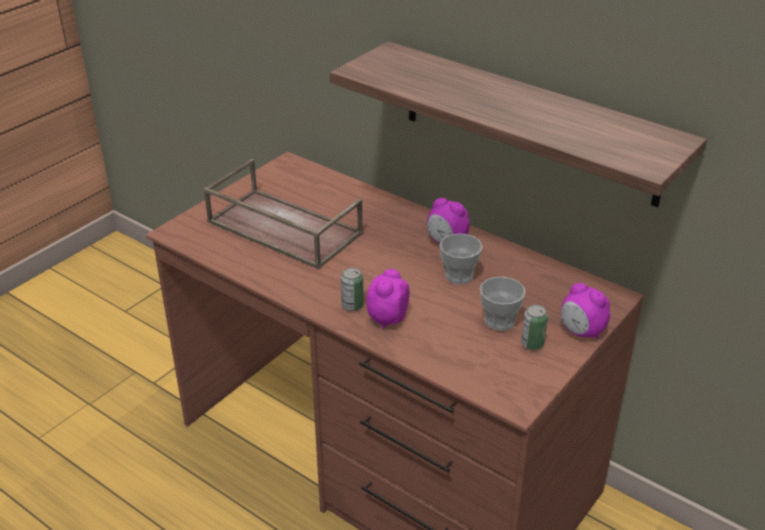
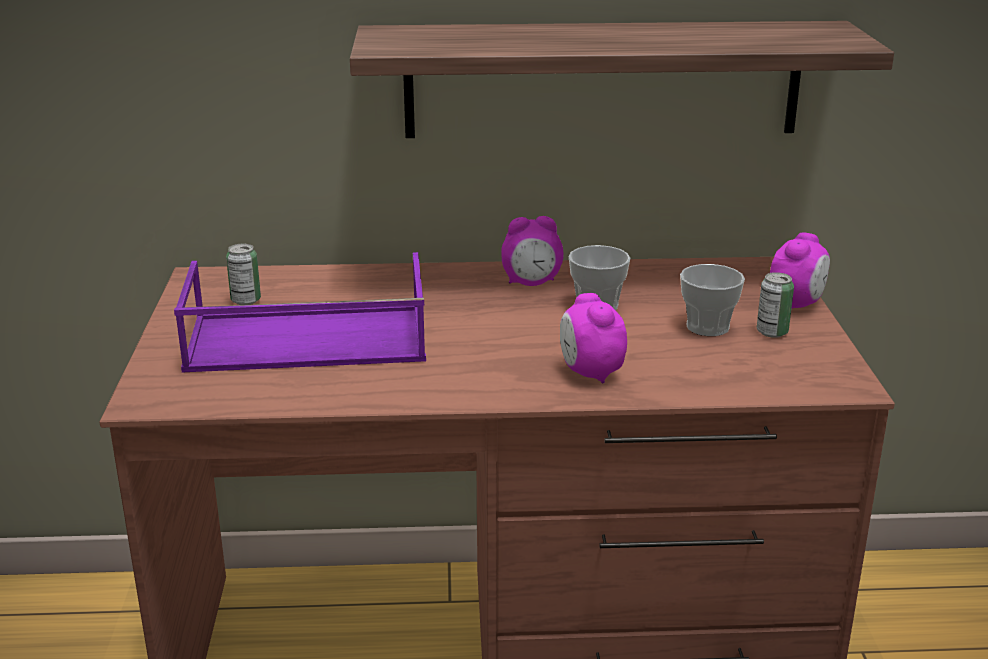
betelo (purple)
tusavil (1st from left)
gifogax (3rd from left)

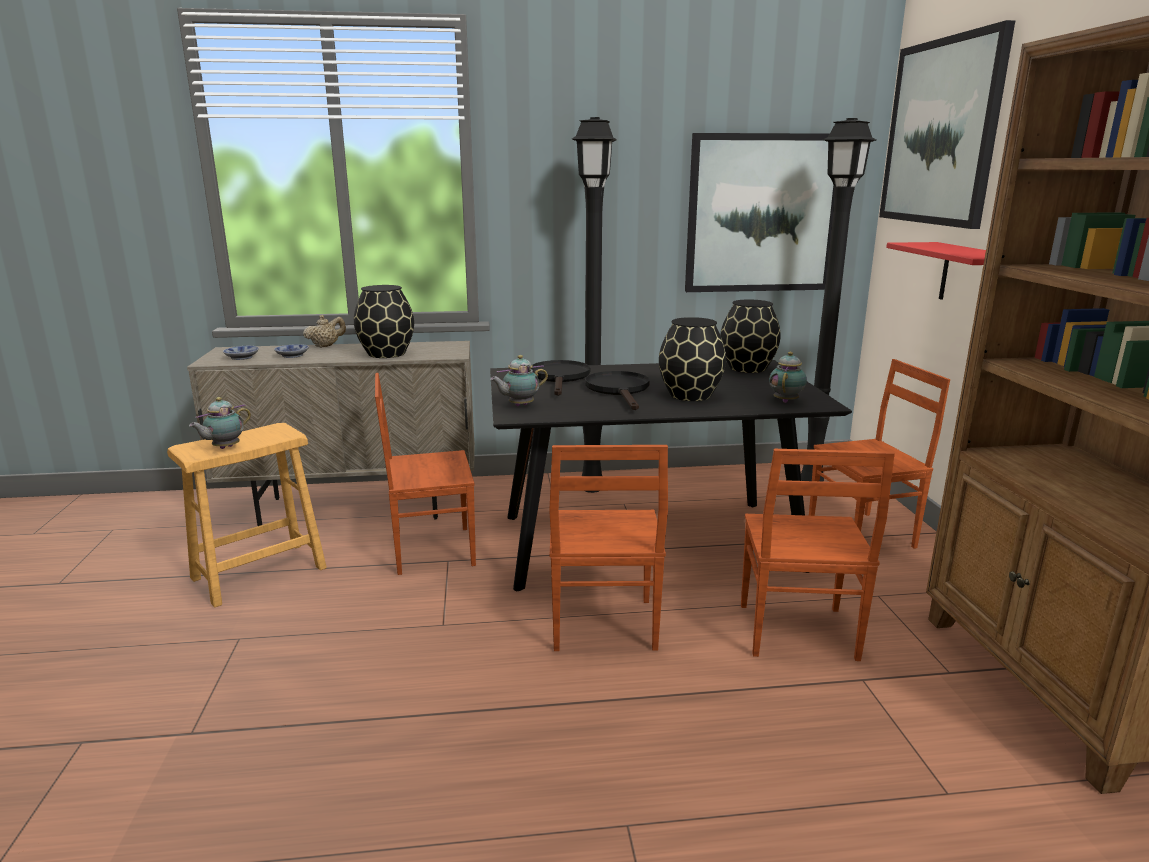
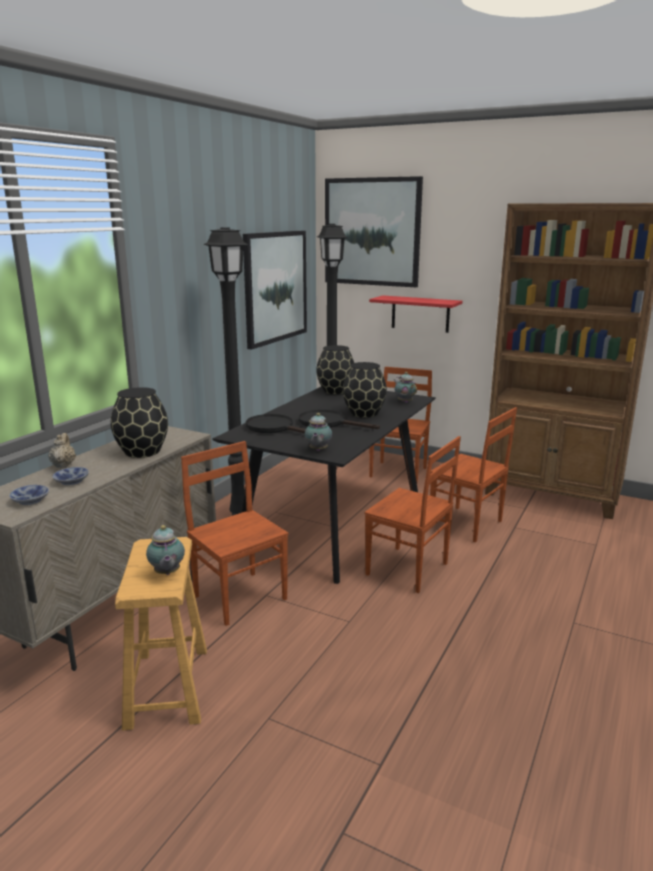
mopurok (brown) (1st from left)

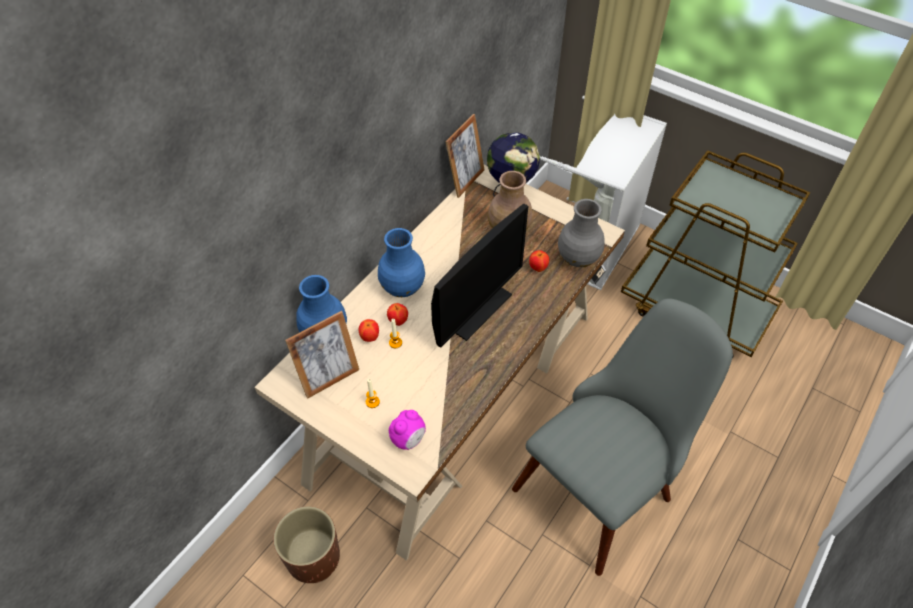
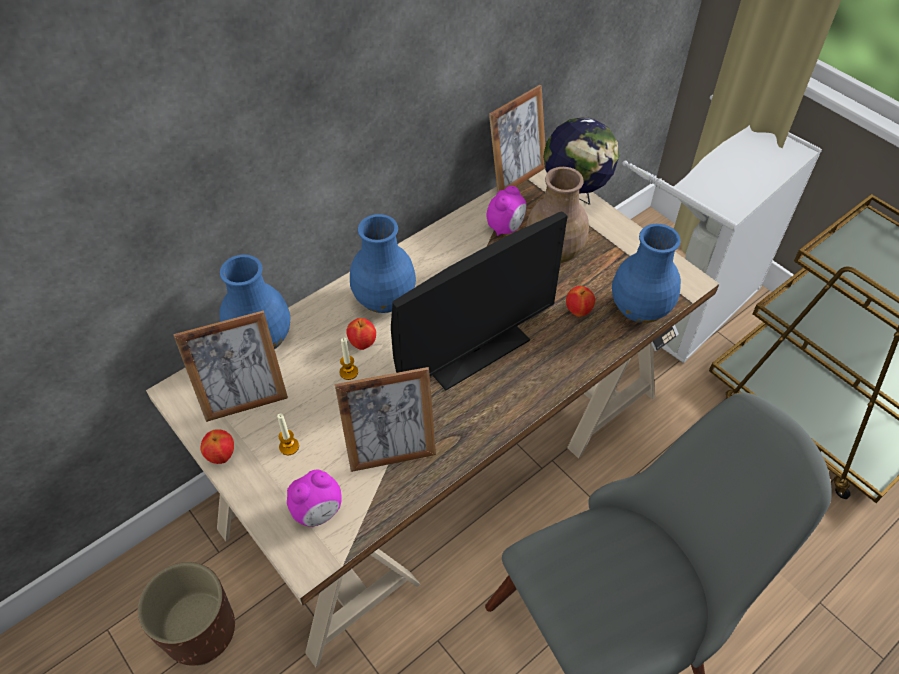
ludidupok (1st from left)
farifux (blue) (3rd from left)
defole (2nd from left)
gifogax (2nd from left)

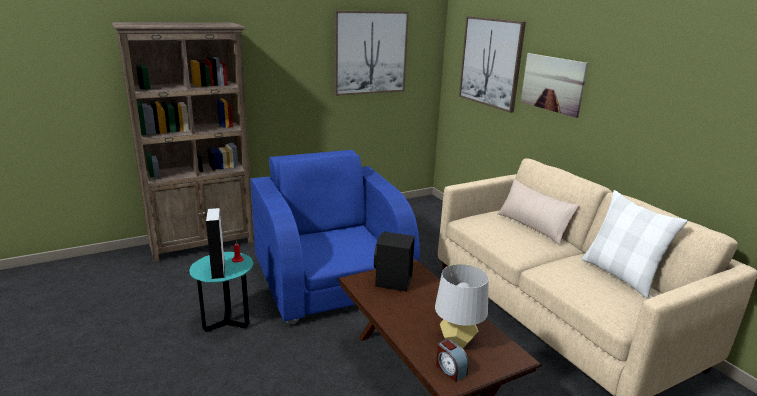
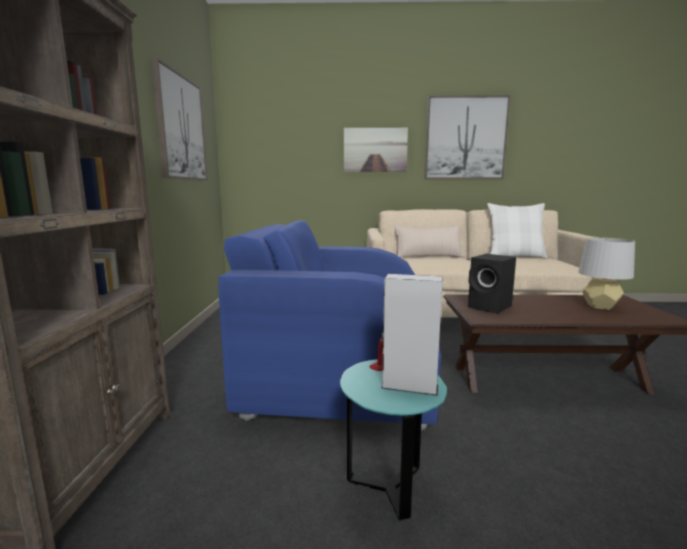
gifogax
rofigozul (3rd from left)

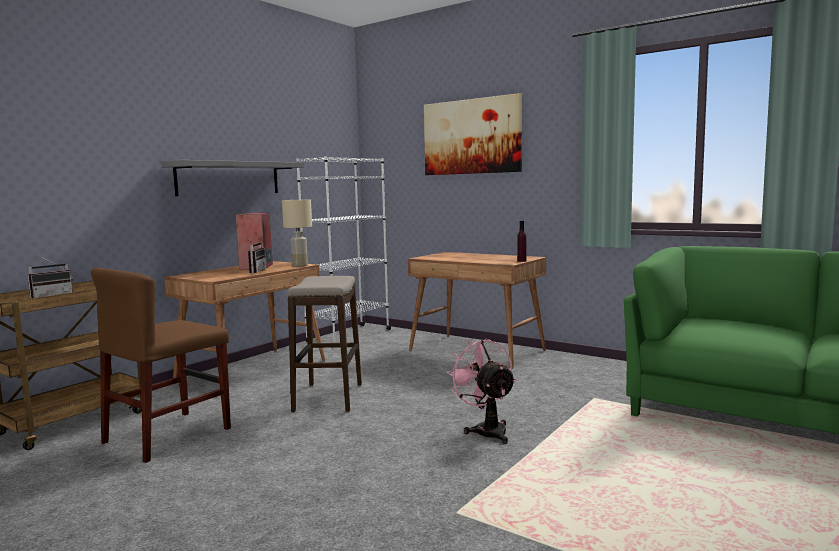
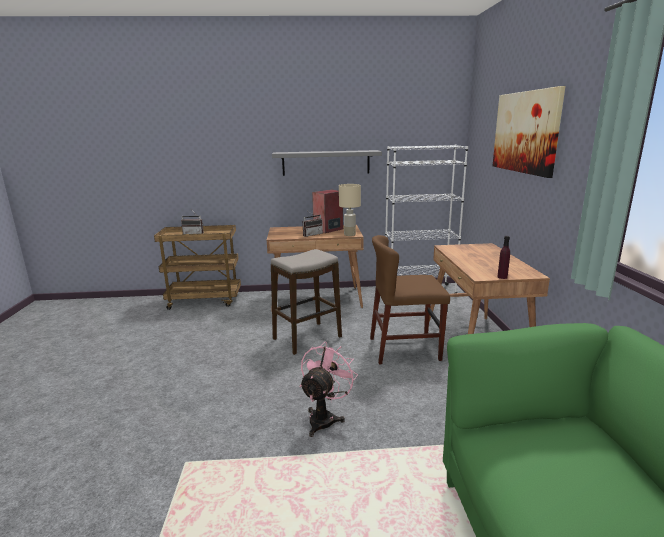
mopurok (brown)

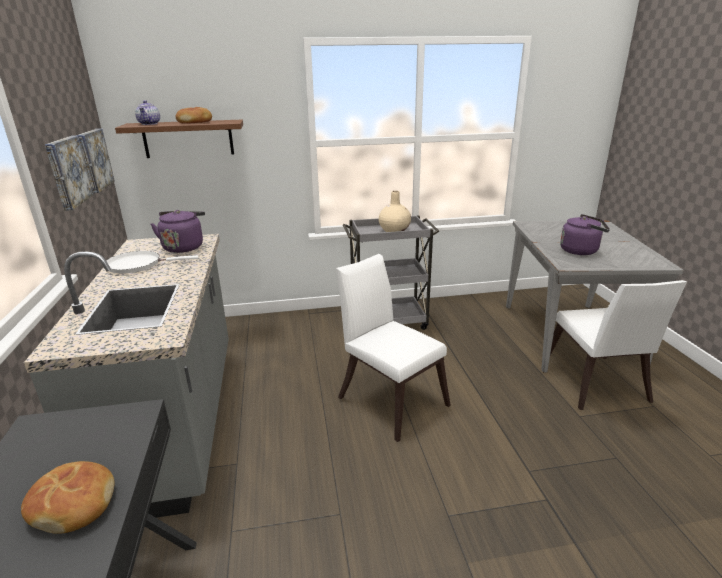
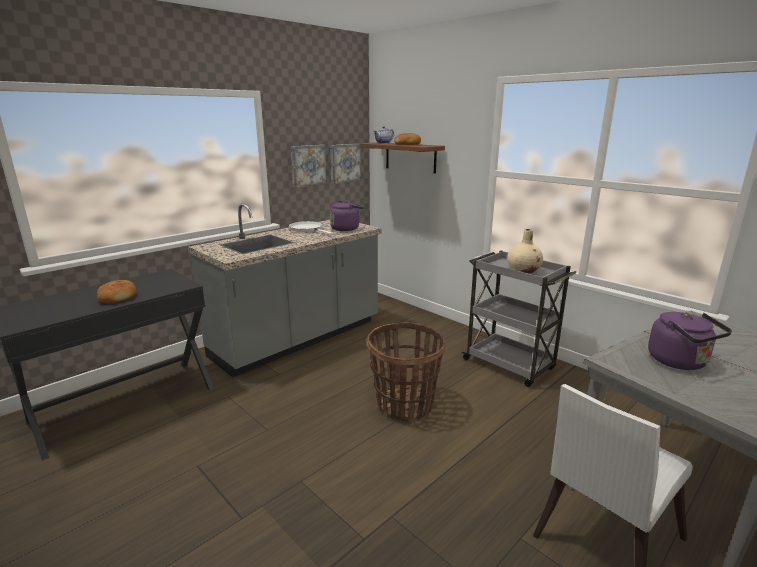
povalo

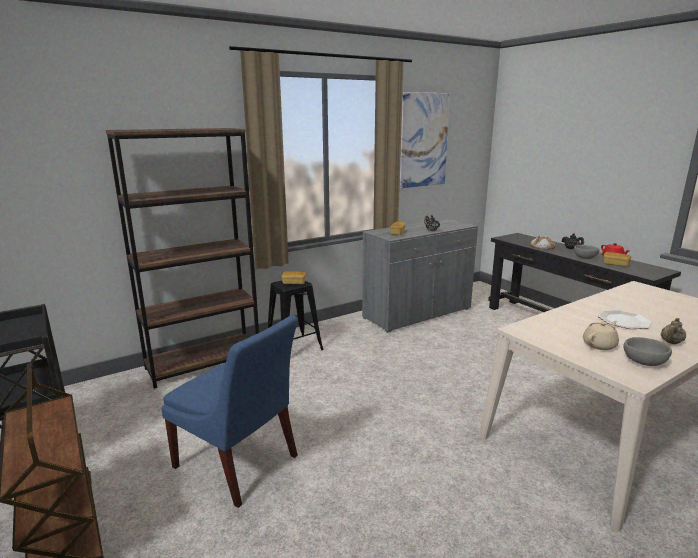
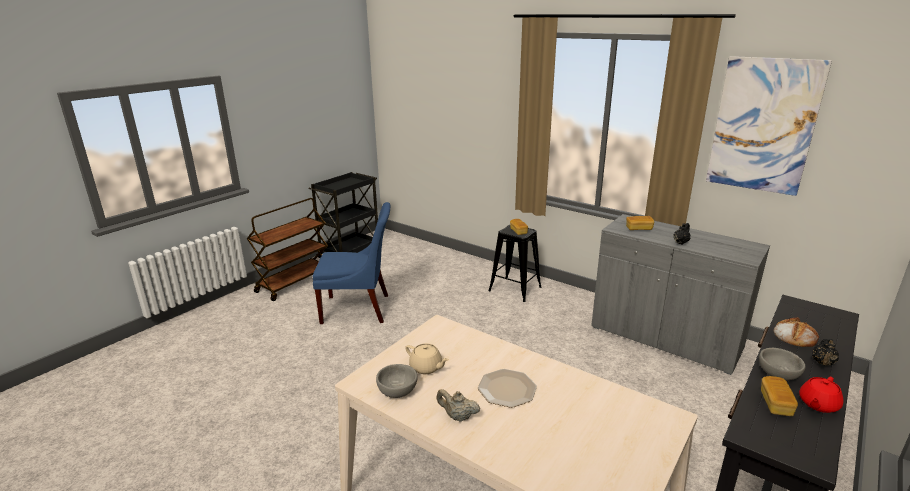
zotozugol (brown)
mopurok (blue)

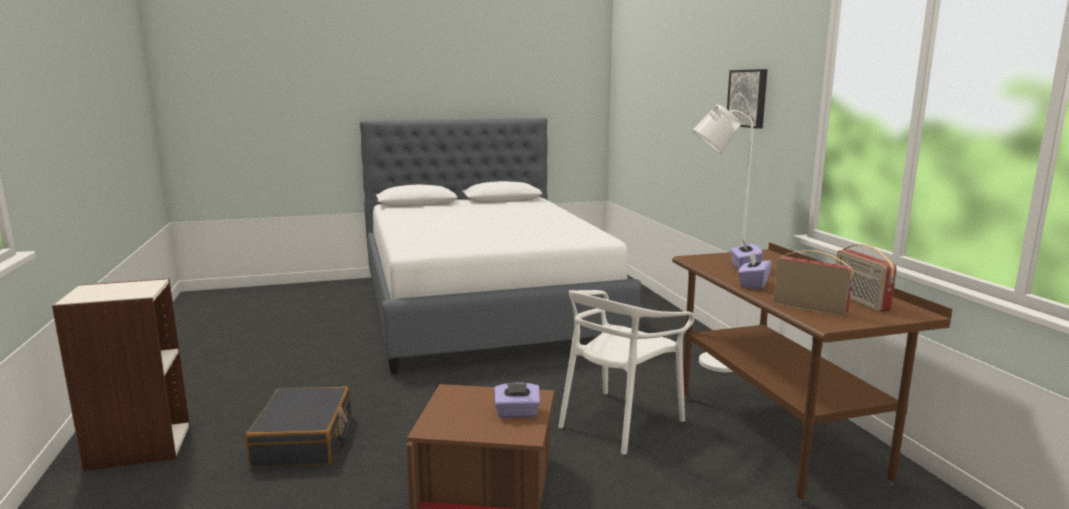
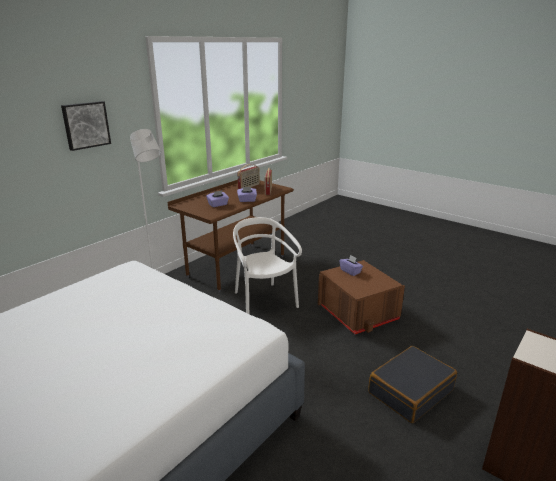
mopurok (white)

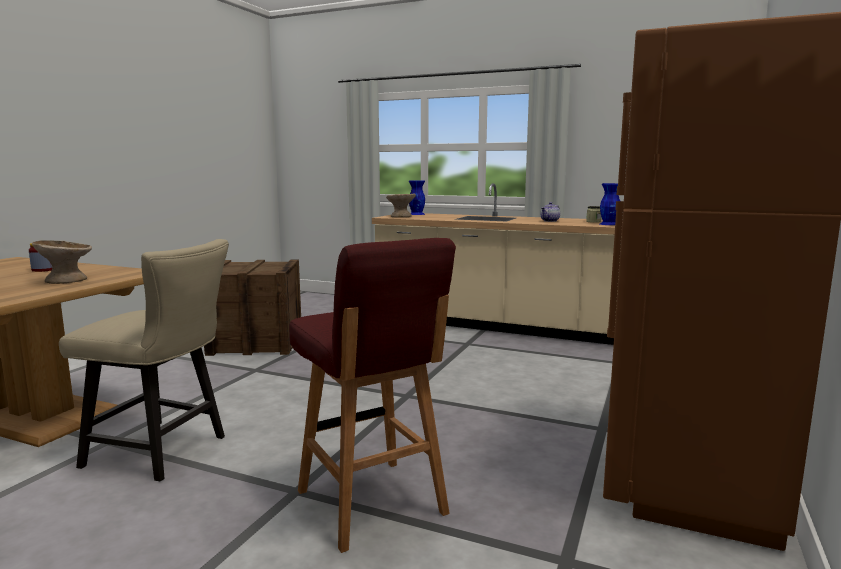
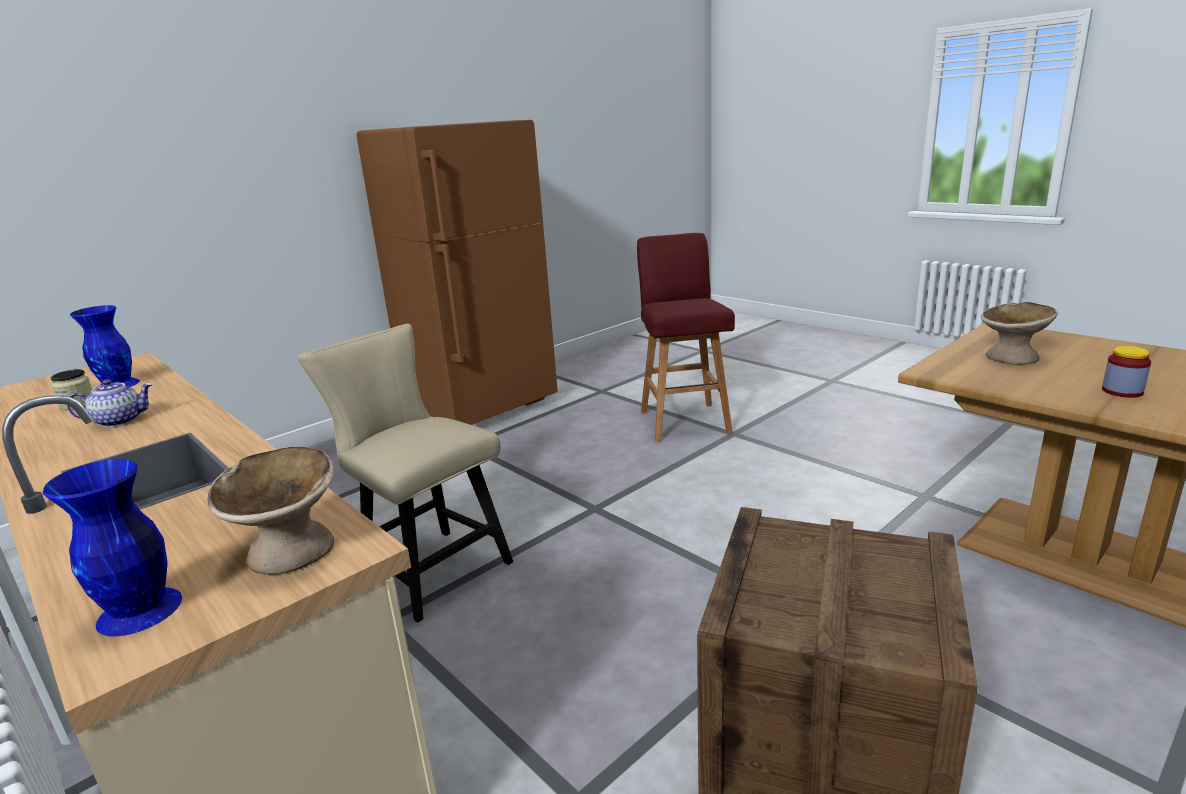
mopurok (beige)

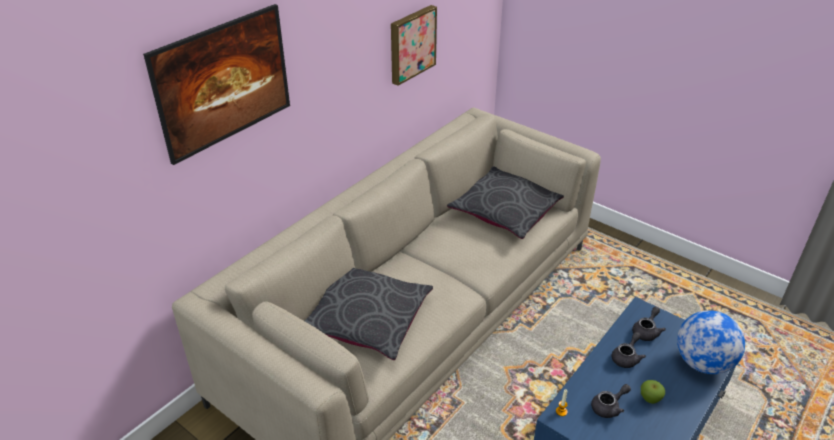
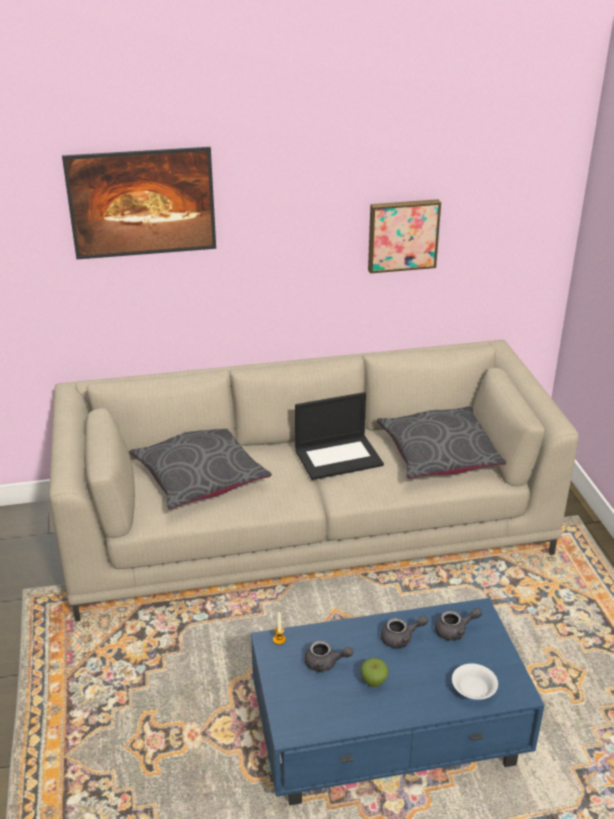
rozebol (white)
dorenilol

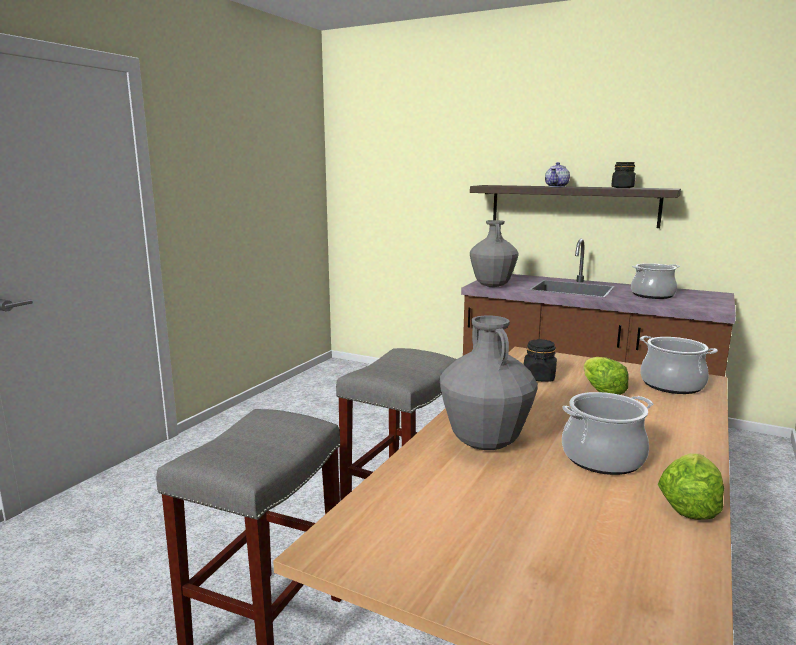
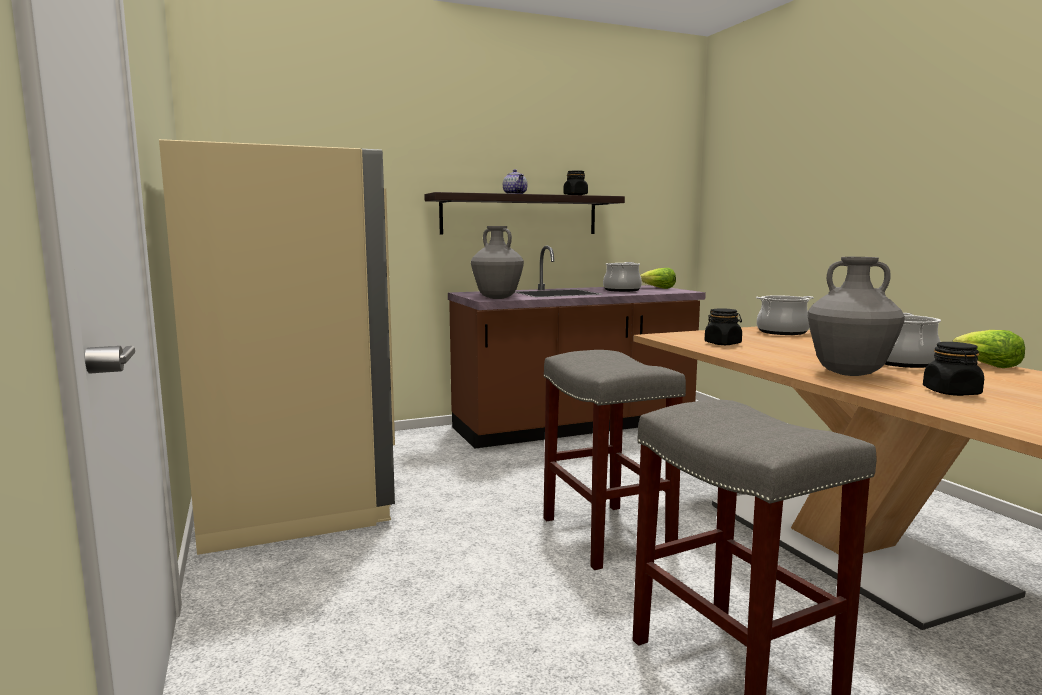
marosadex (1st from left)
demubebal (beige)
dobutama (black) (3rd from left)

